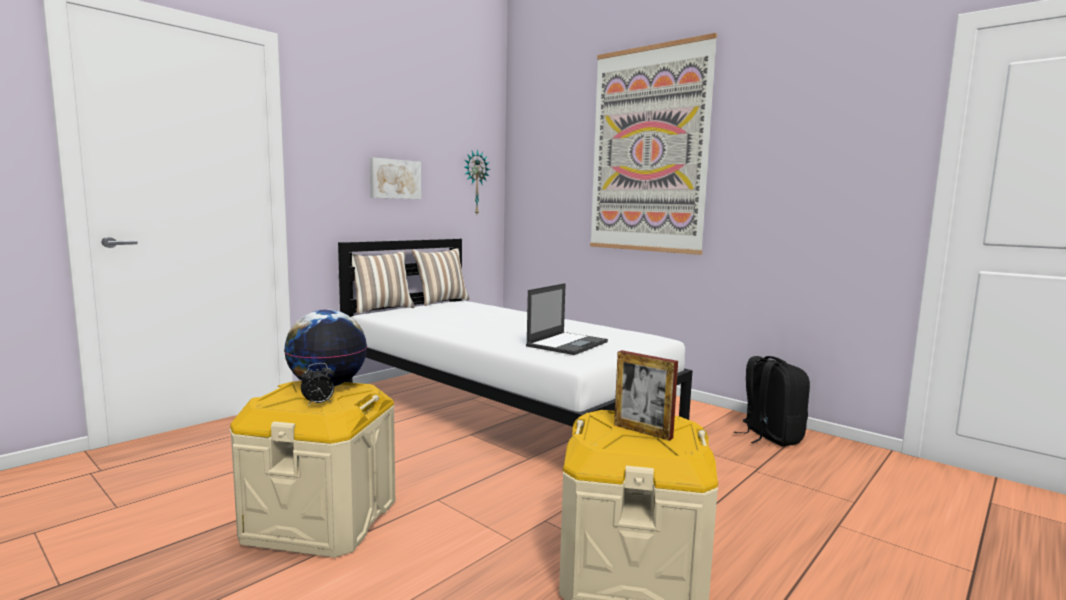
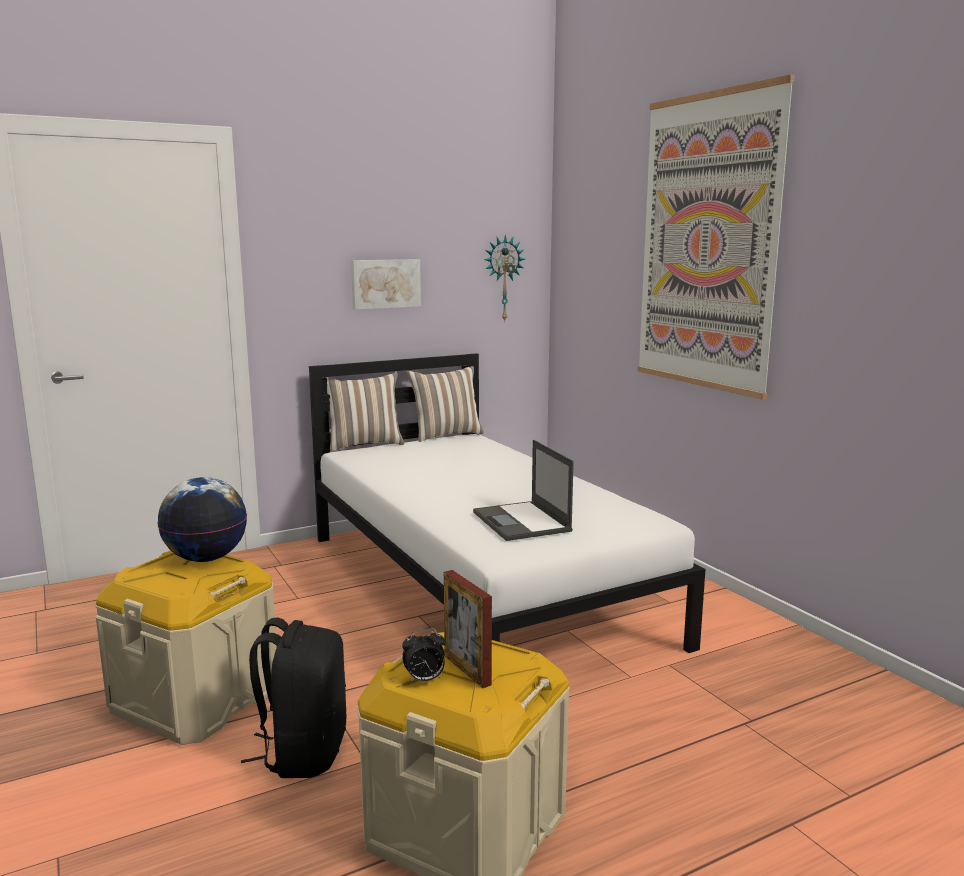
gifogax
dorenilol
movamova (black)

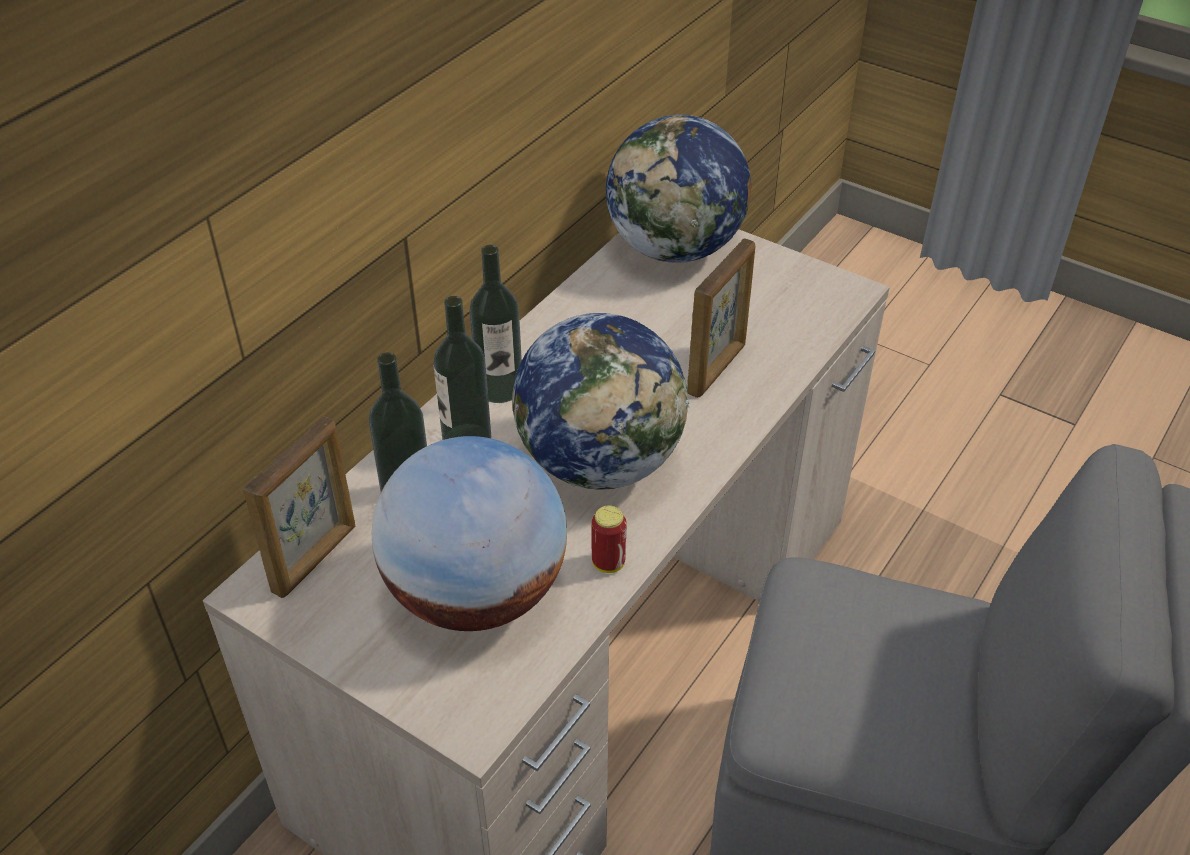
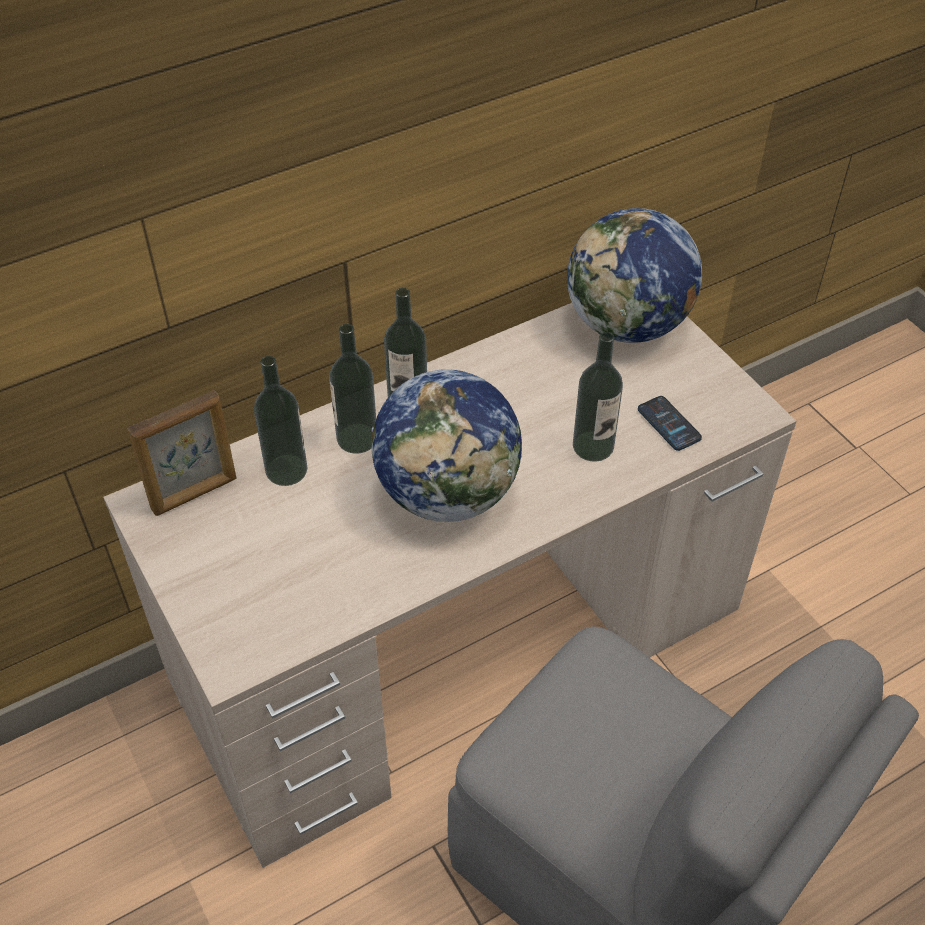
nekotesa (1st from left in the first image)
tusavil
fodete (4th from left)
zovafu

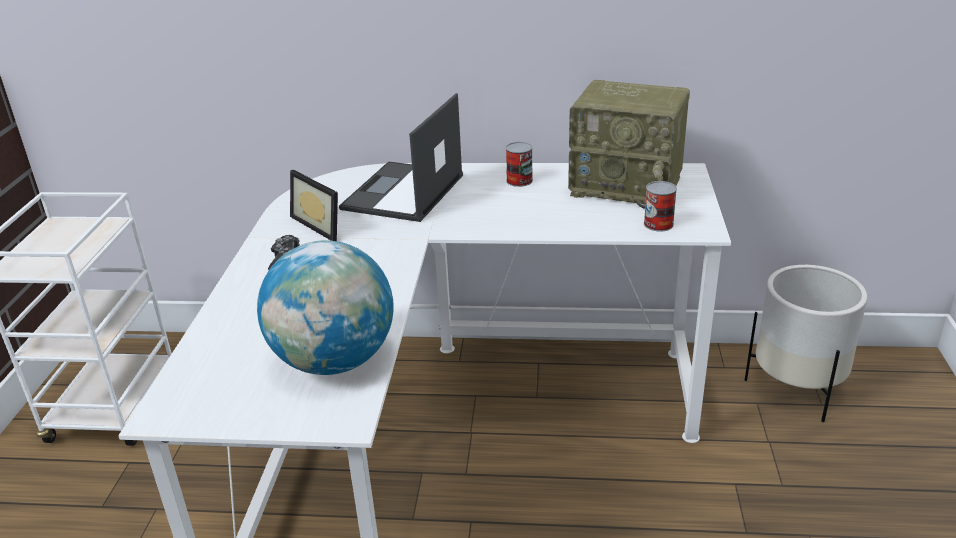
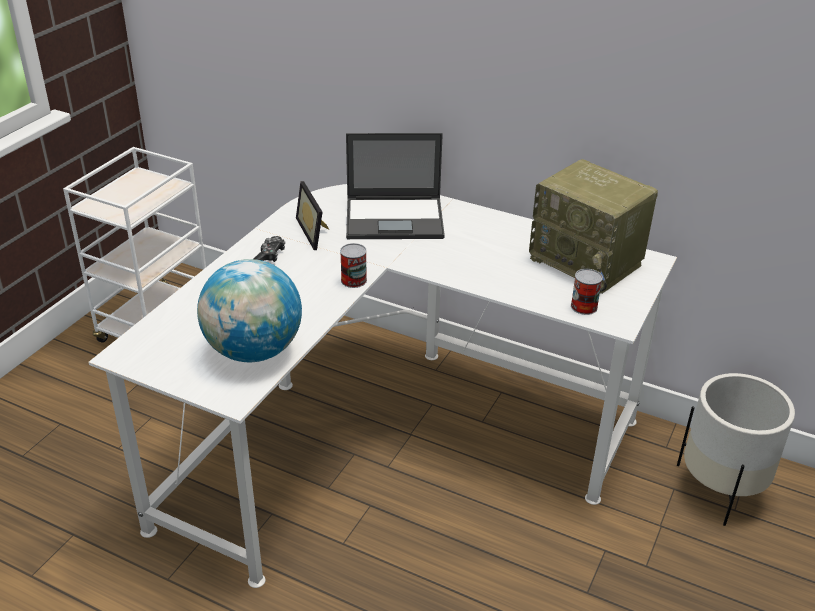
dorenilol
tusavil (1st from left)

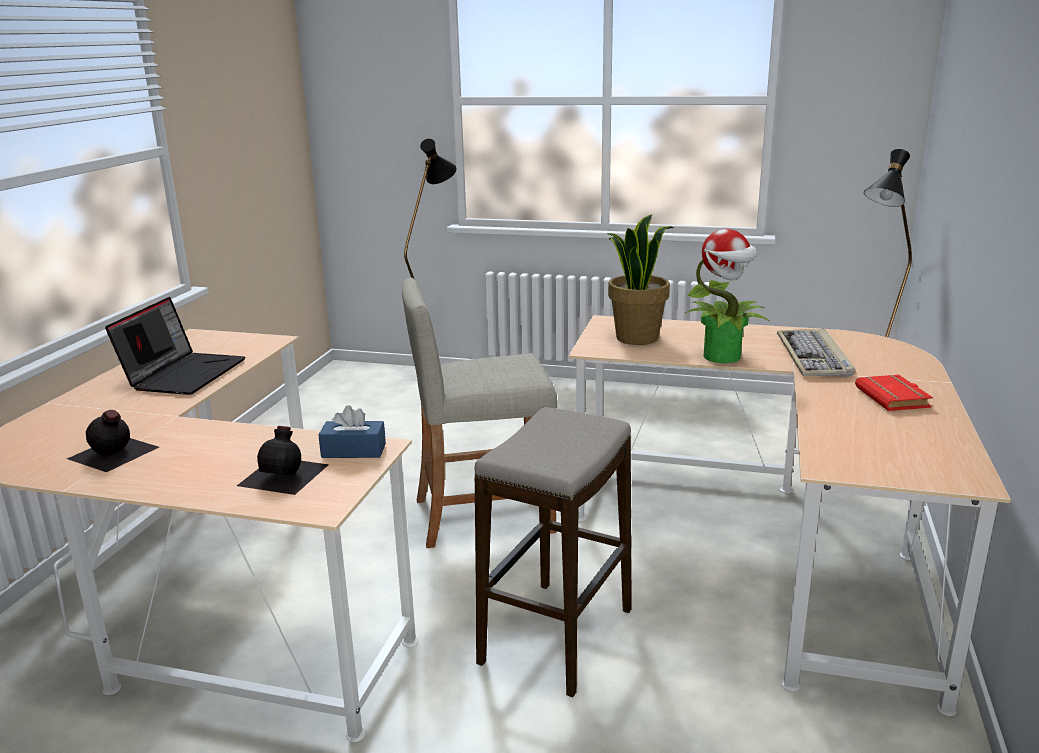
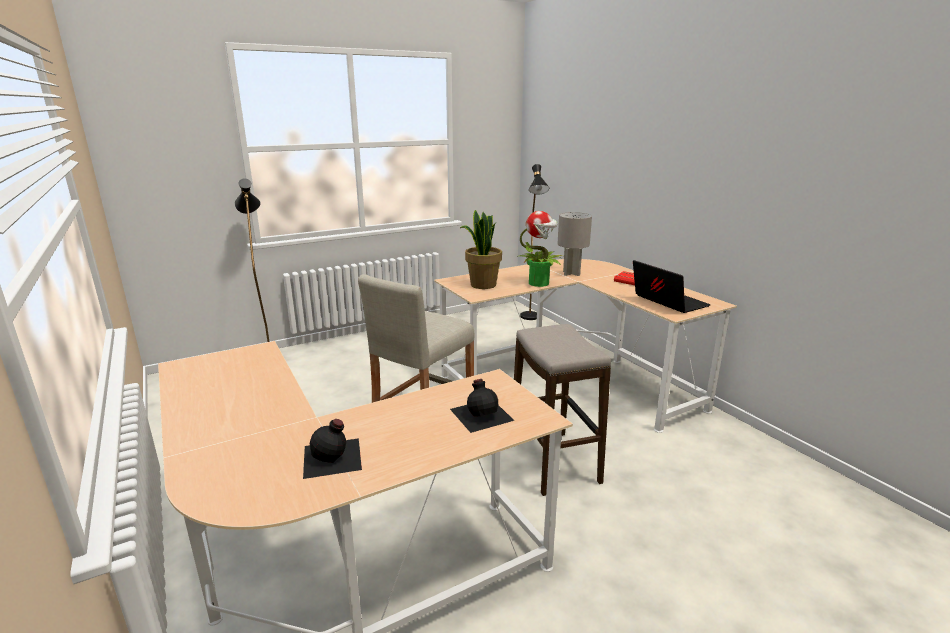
dorenilol
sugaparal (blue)
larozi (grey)

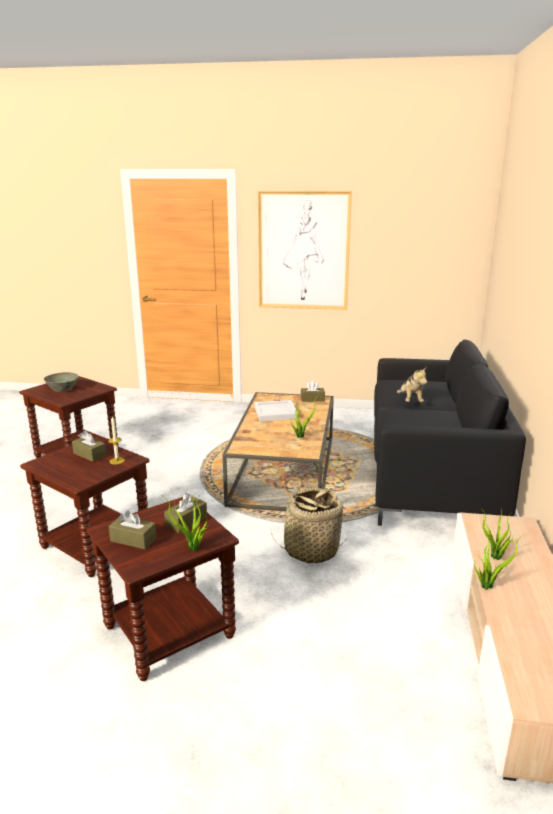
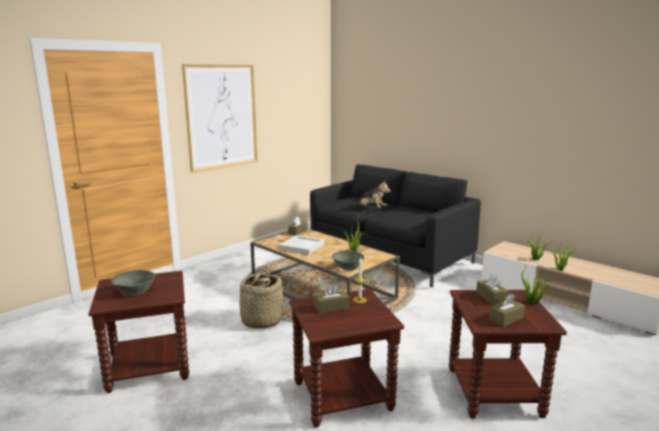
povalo
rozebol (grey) (2nd from left)

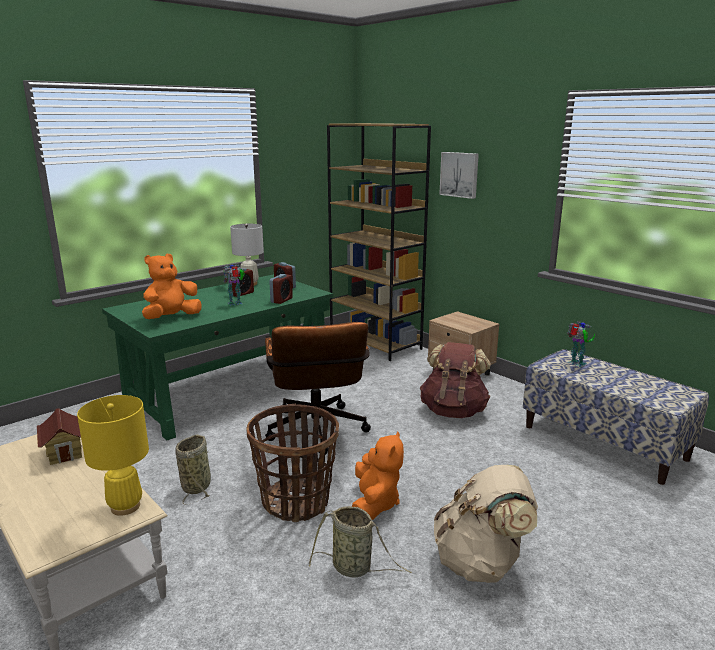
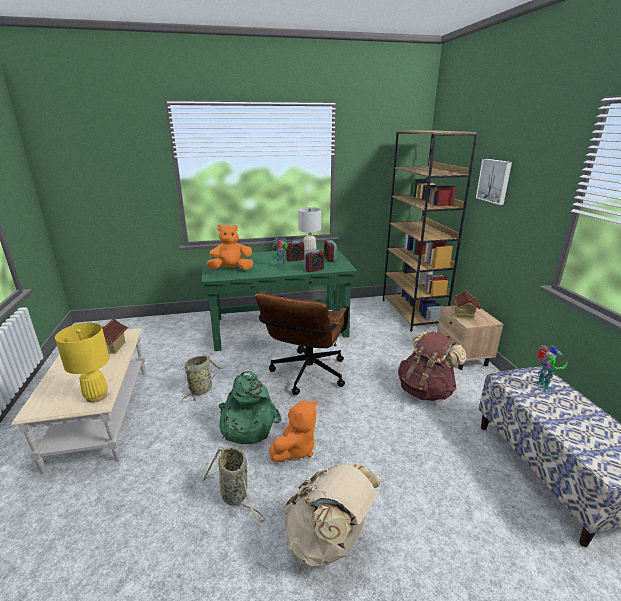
movamova (green)
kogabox (2nd from left)

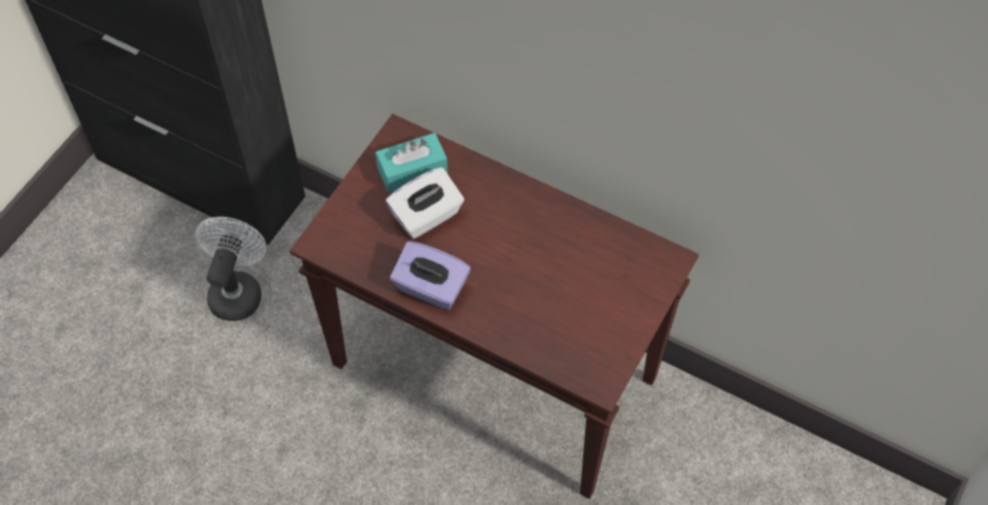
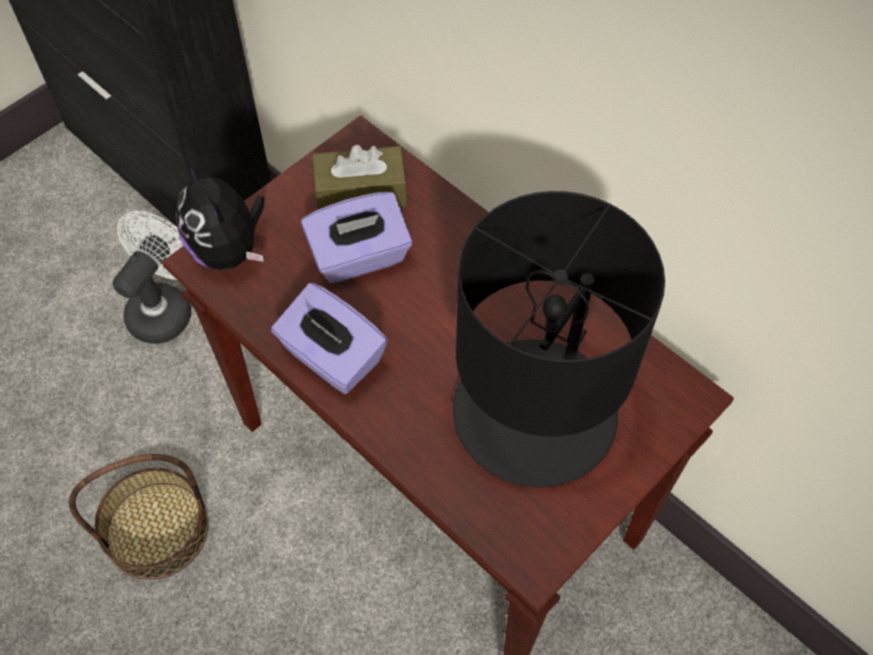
sugaparal (brown)
sugaparal (purple) (2nd from left)
povalo
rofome
larozi (black)

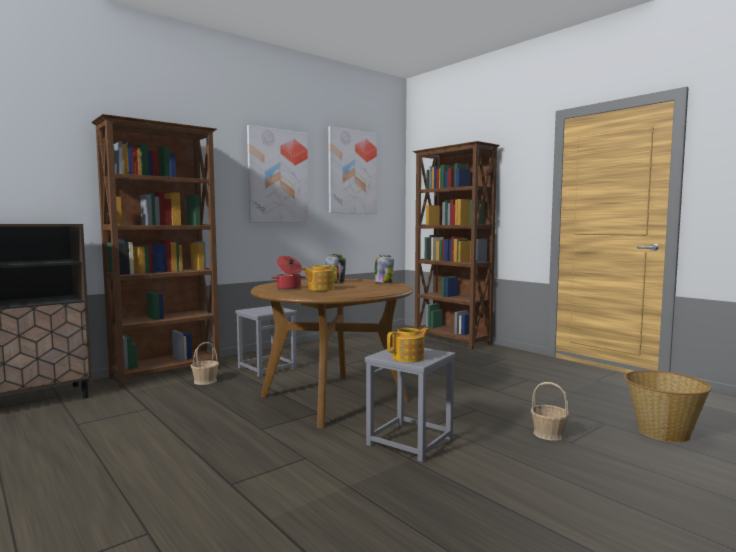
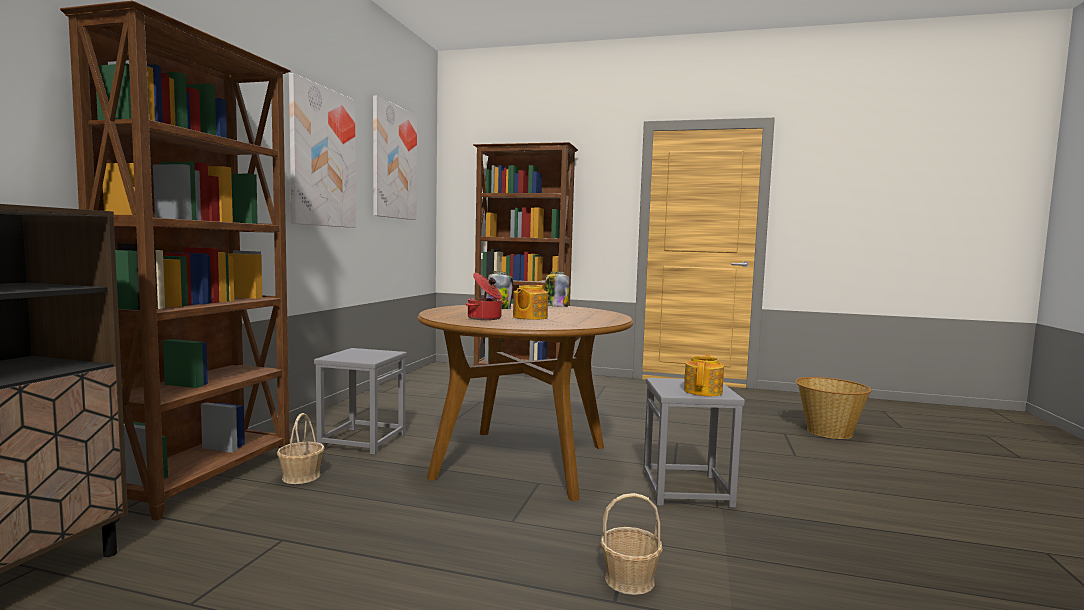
povalo (2nd from left)

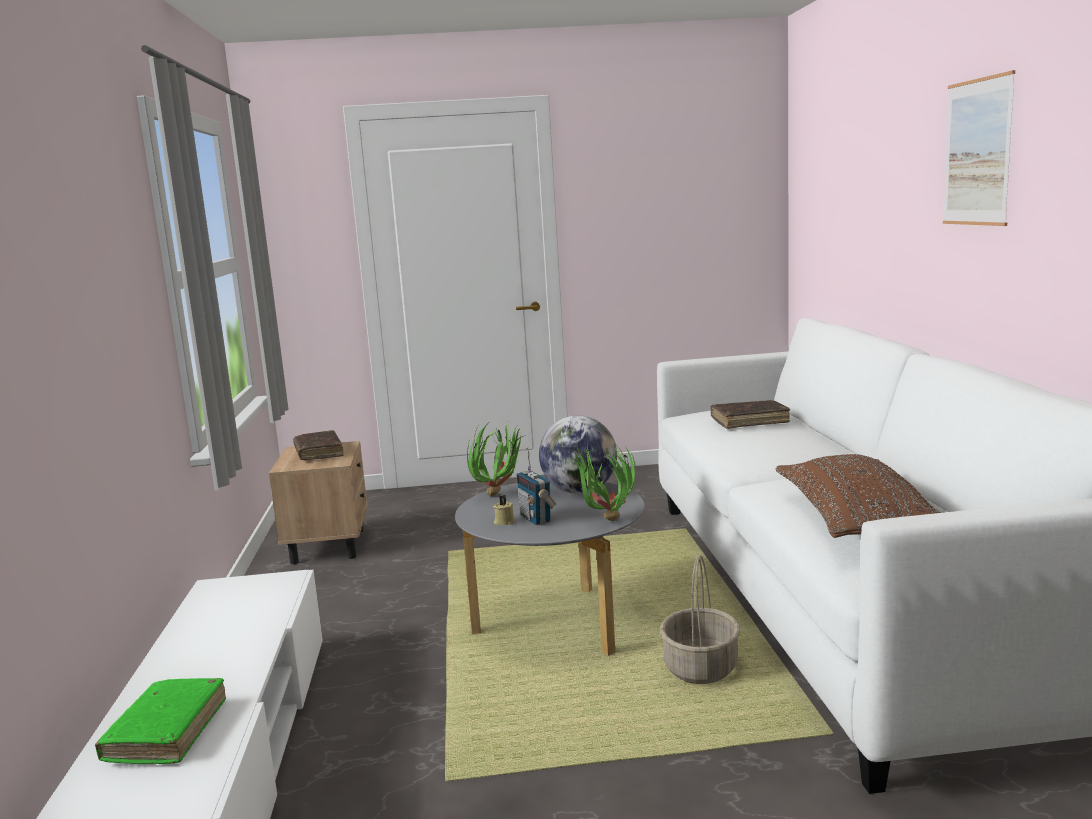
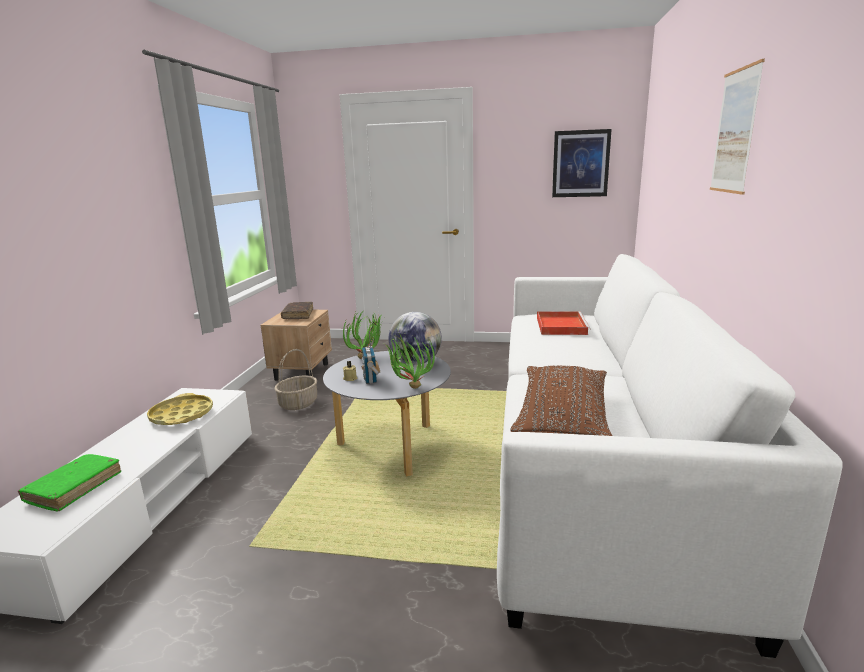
povalo
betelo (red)
betelo (yellow)
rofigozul (1st from left)

